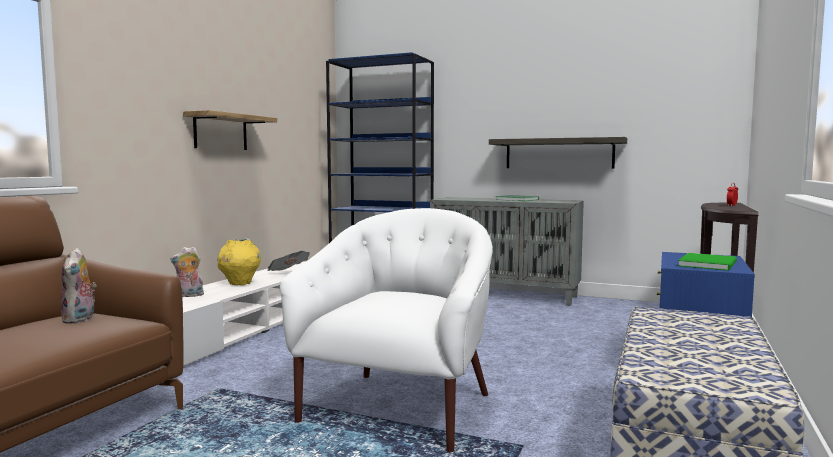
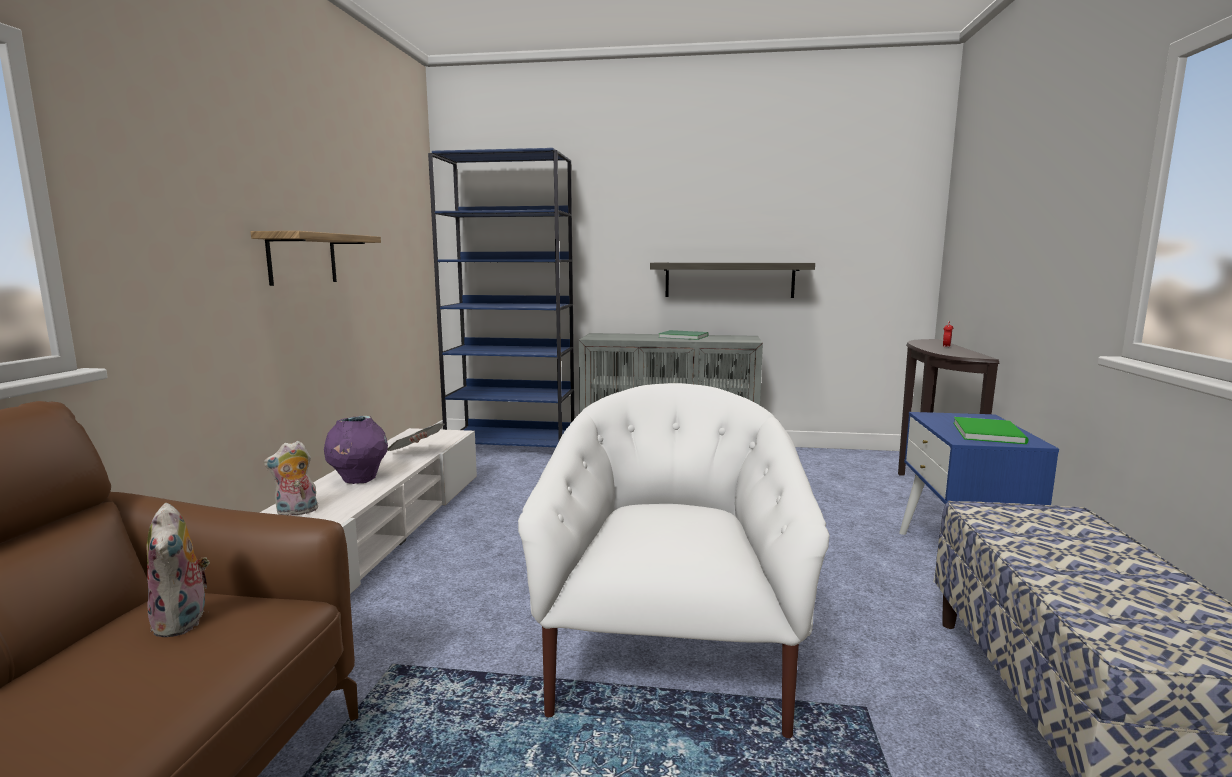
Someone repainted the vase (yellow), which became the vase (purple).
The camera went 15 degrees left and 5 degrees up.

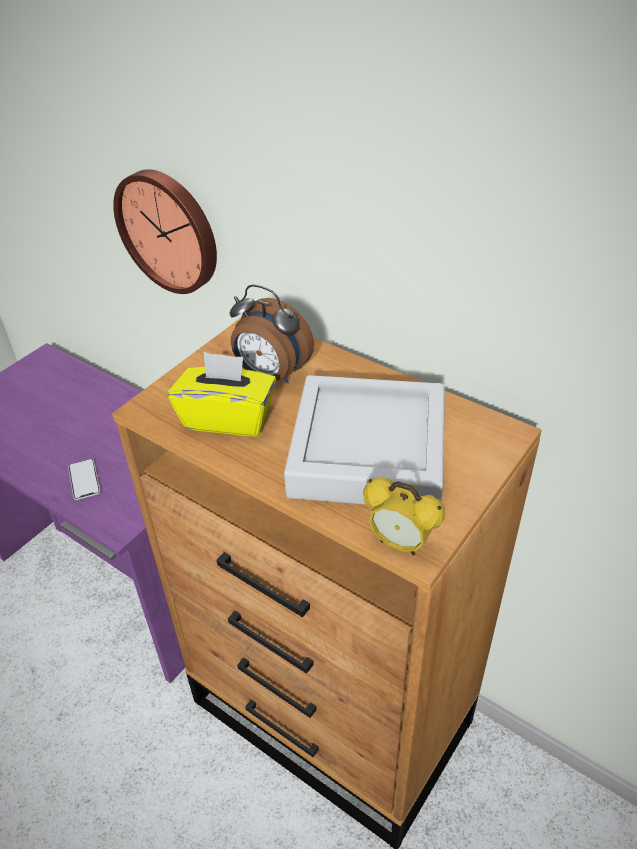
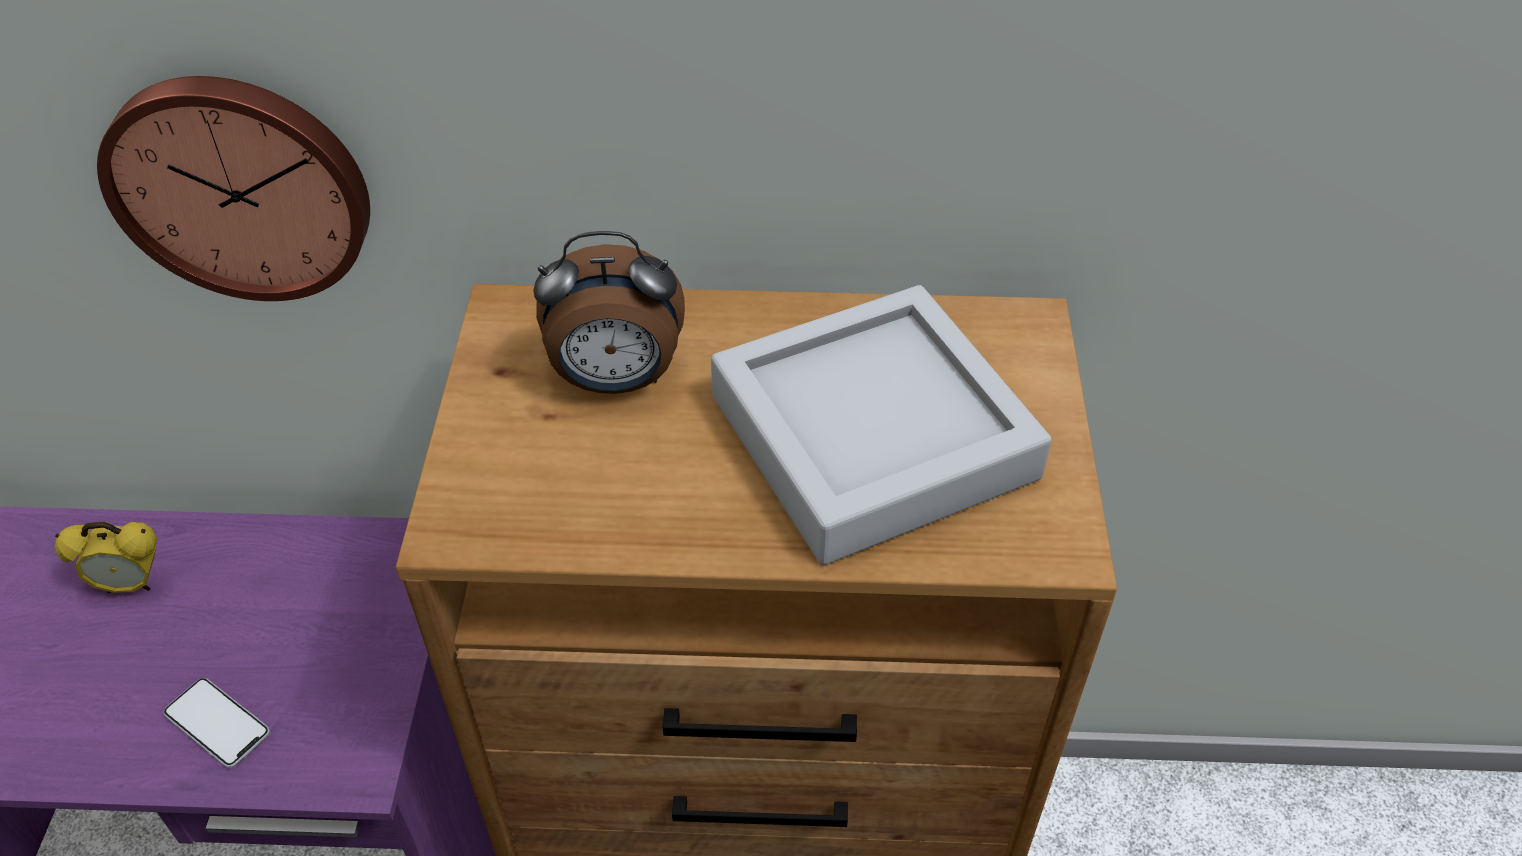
Someone took away the tissue box (yellow).
Someone carried the alarm clock (no. 2 from left in the first image).
The camera went 35 degrees left and 5 degrees up.

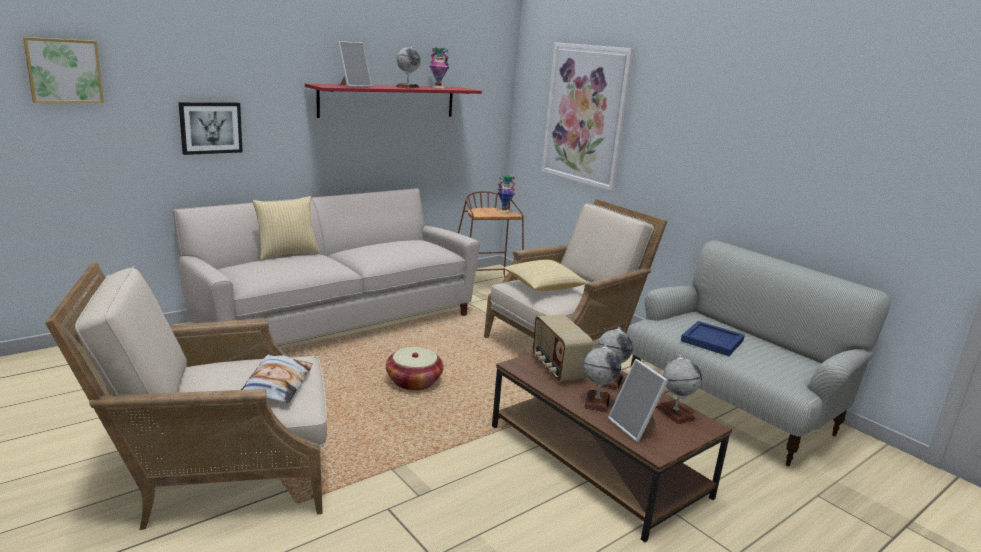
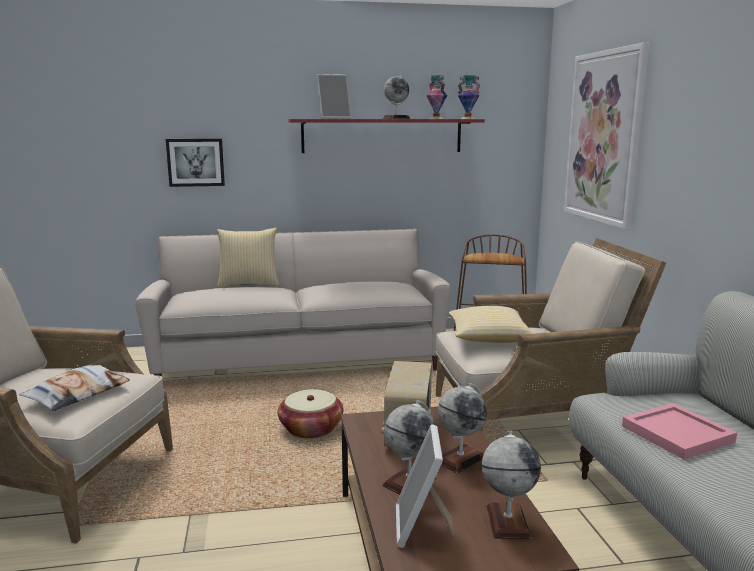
Someone took away the picture (no. 1 from left).
Someone carried the vase (no. 2 from left).
Someone repainted the tray (blue), which became the tray (pink).
The camera went 30 degrees right and 5 degrees down.

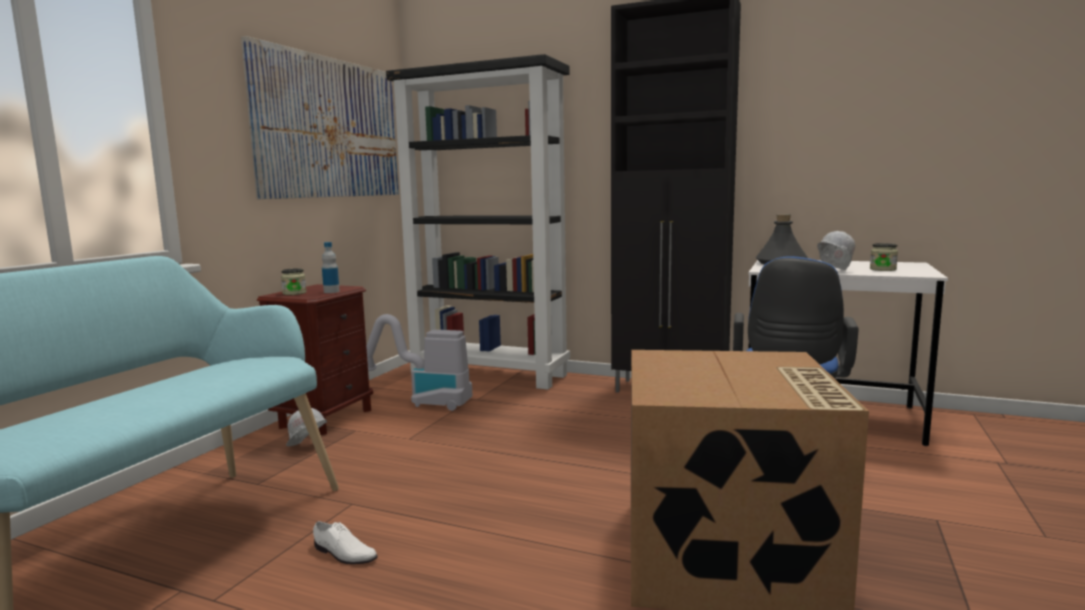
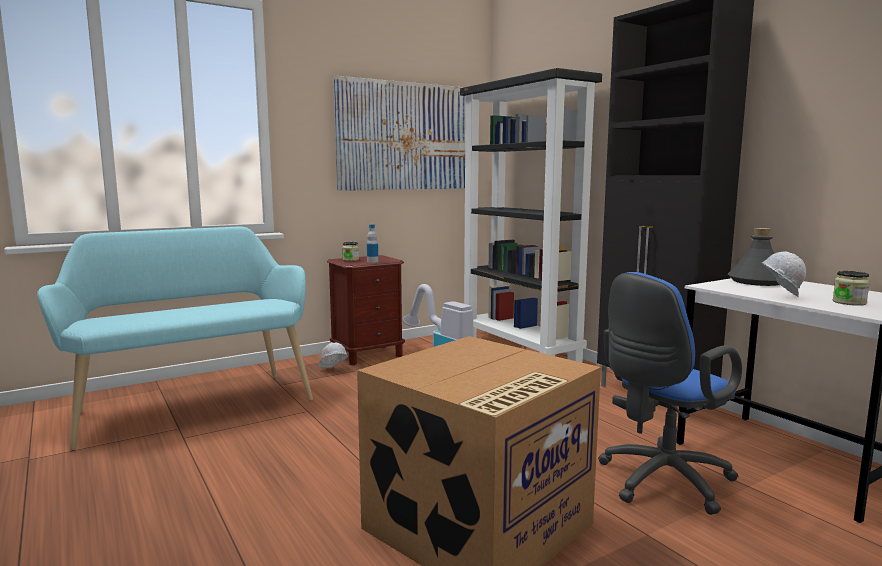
Someone took away the shoe (white).
The camera went 35 degrees right and 0 degrees up.

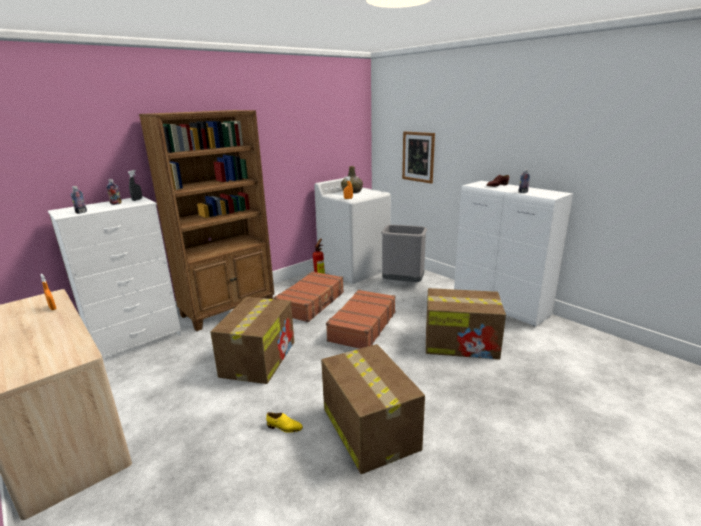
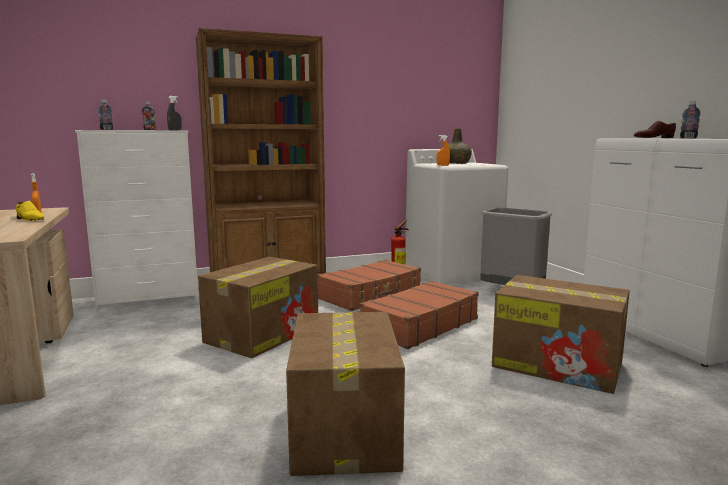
Someone carried the shoe (yellow).
Someone took away the picture.
The camera went 20 degrees right and 10 degrees down.

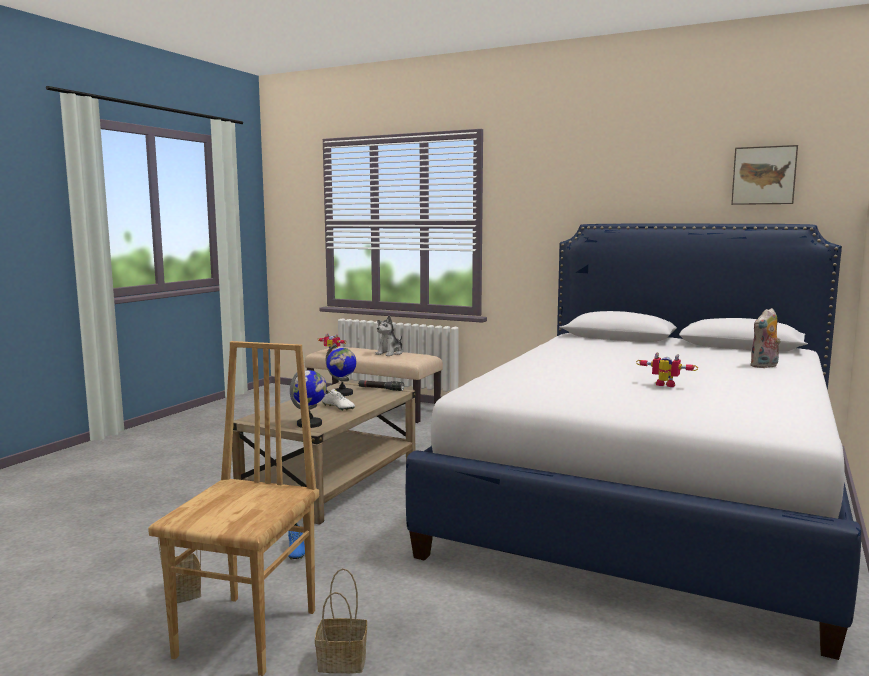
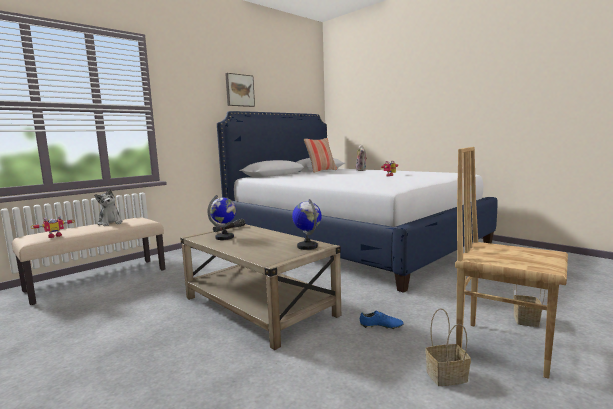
Someone took away the shoe (white).
Someone carried the picture.
Someone put down the pillow.
The camera went 70 degrees left and 0 degrees up.

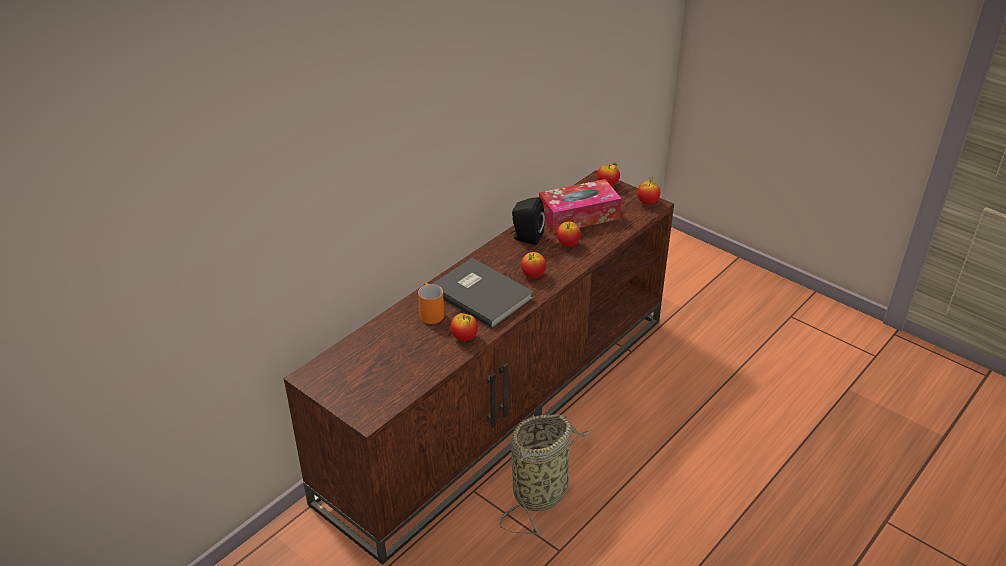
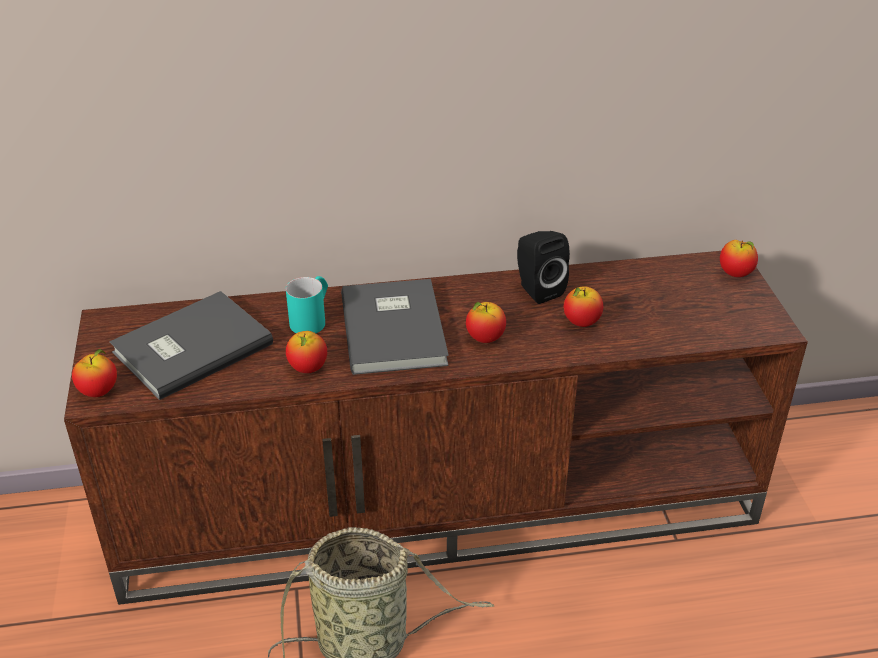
Someone repainted the mug (orange), which became the mug (turquoise).
Someone took away the tissue box.
Someone carried the apple (no. 5 from left in the first image).
Someone put down the book (grey) (no. 1 from left).
The camera went 40 degrees right and 0 degrees up.

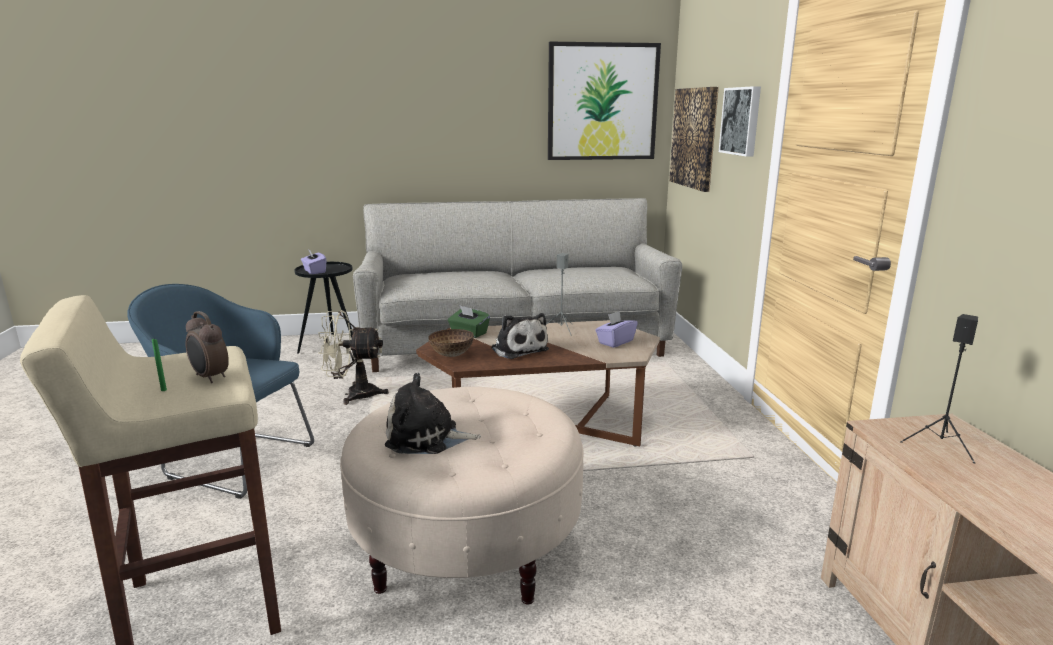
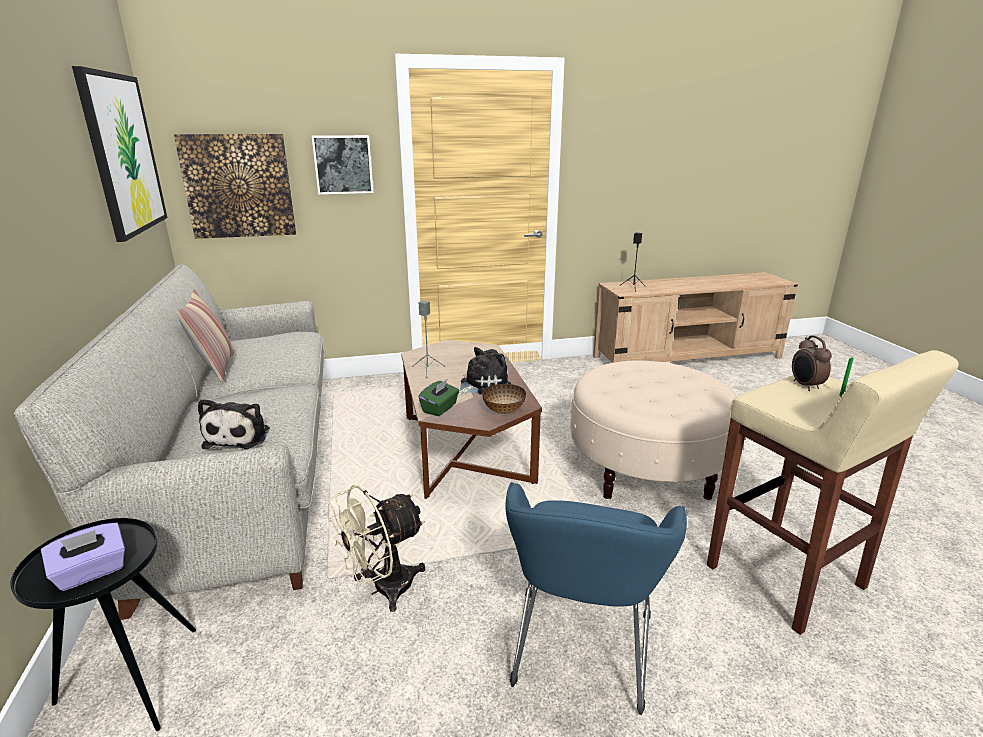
Someone rotated the alarm clock by 135 degrees clockwise.
Someone rotated the fan (beige) by 60 degrees clockwise.
Someone carried the plush toy (no. 1 from left).
Someone took away the tissue box (purple) (no. 2 from left).
Someone put down the pillow.
The camera went 95 degrees left and 5 degrees up.

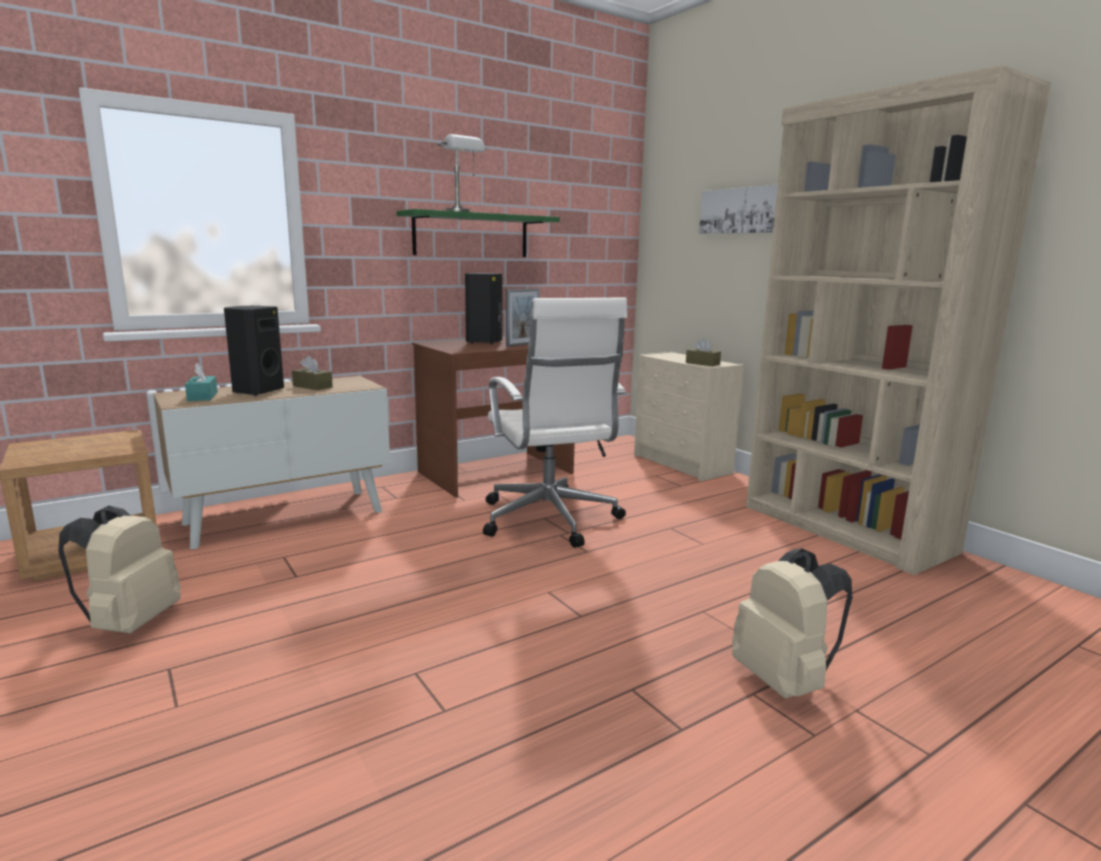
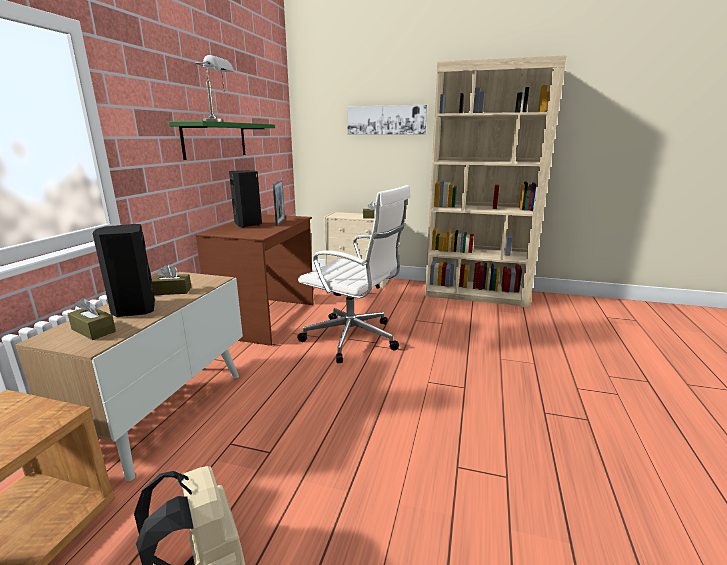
Someone repainted the tissue box (turquoise), which became the tissue box (brown) (no. 1 from left).
Someone took away the backpack (beige) (no. 2 from left).
The camera went 40 degrees left and 5 degrees up.

